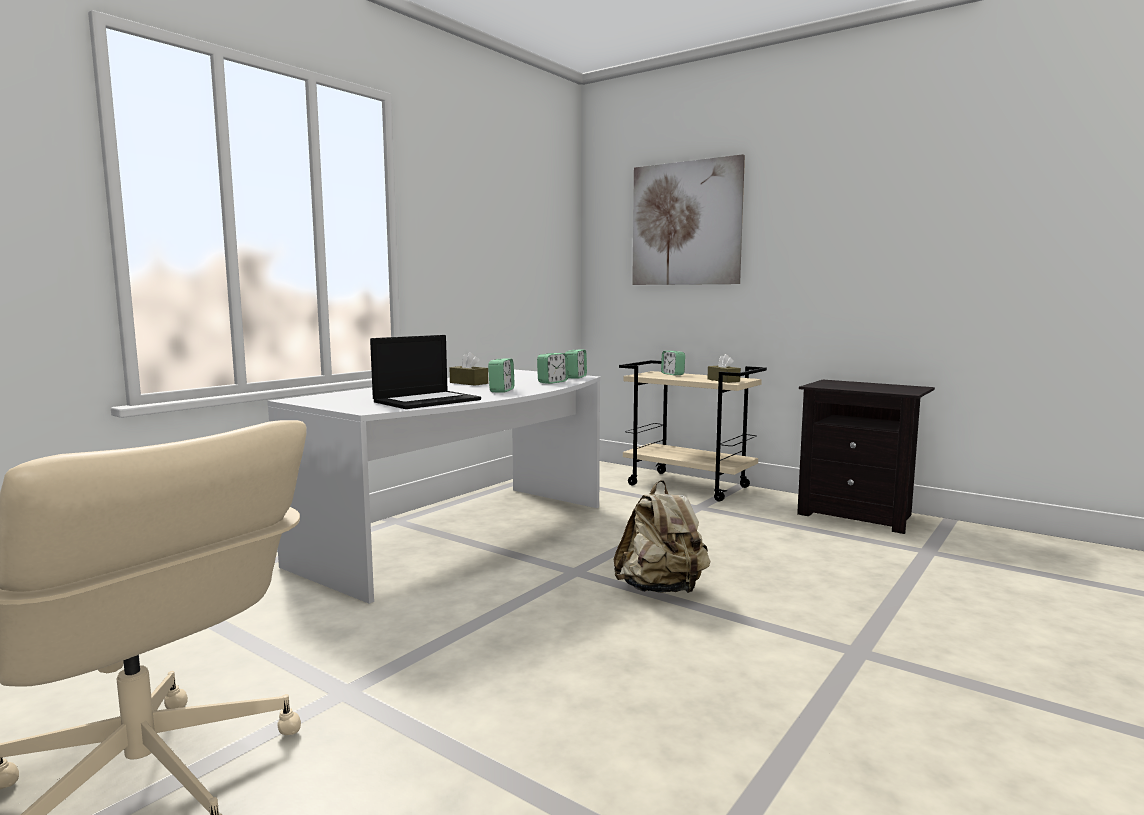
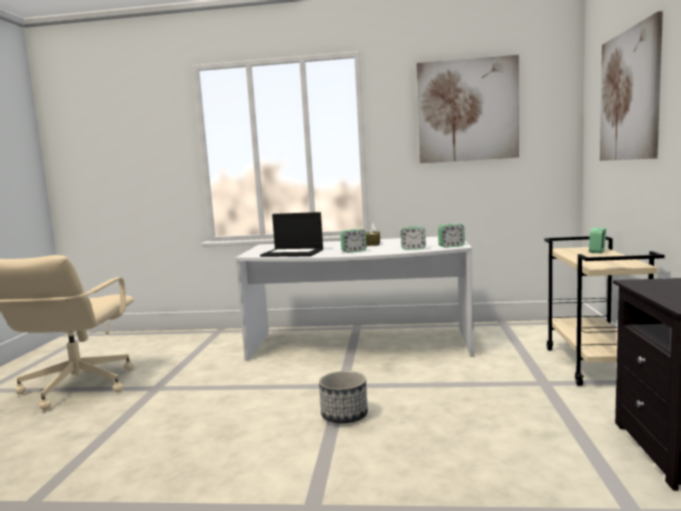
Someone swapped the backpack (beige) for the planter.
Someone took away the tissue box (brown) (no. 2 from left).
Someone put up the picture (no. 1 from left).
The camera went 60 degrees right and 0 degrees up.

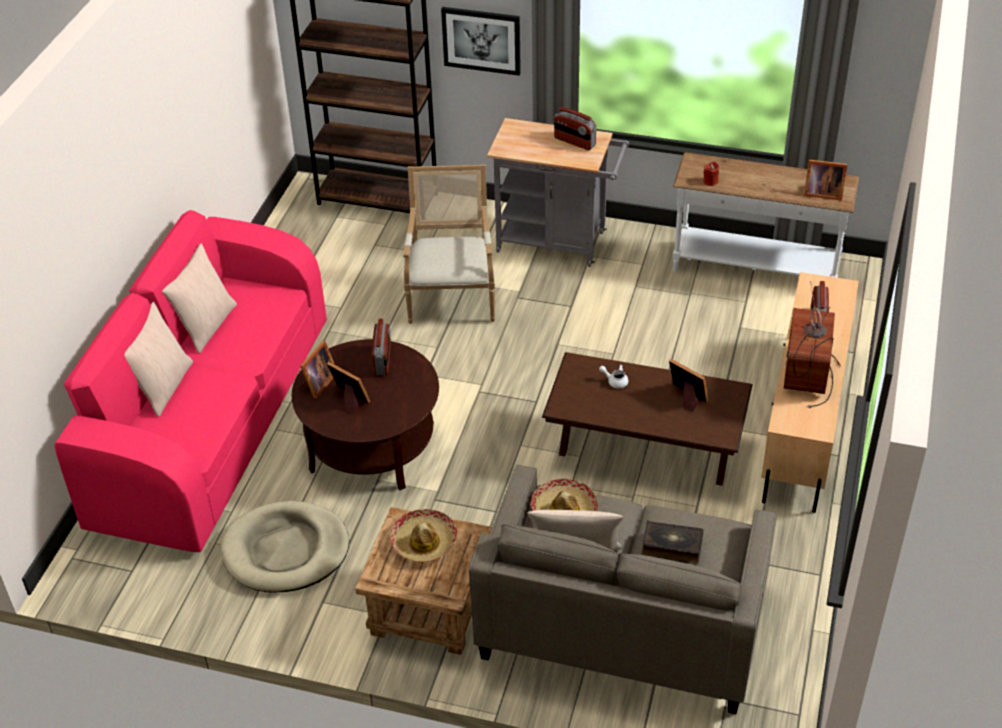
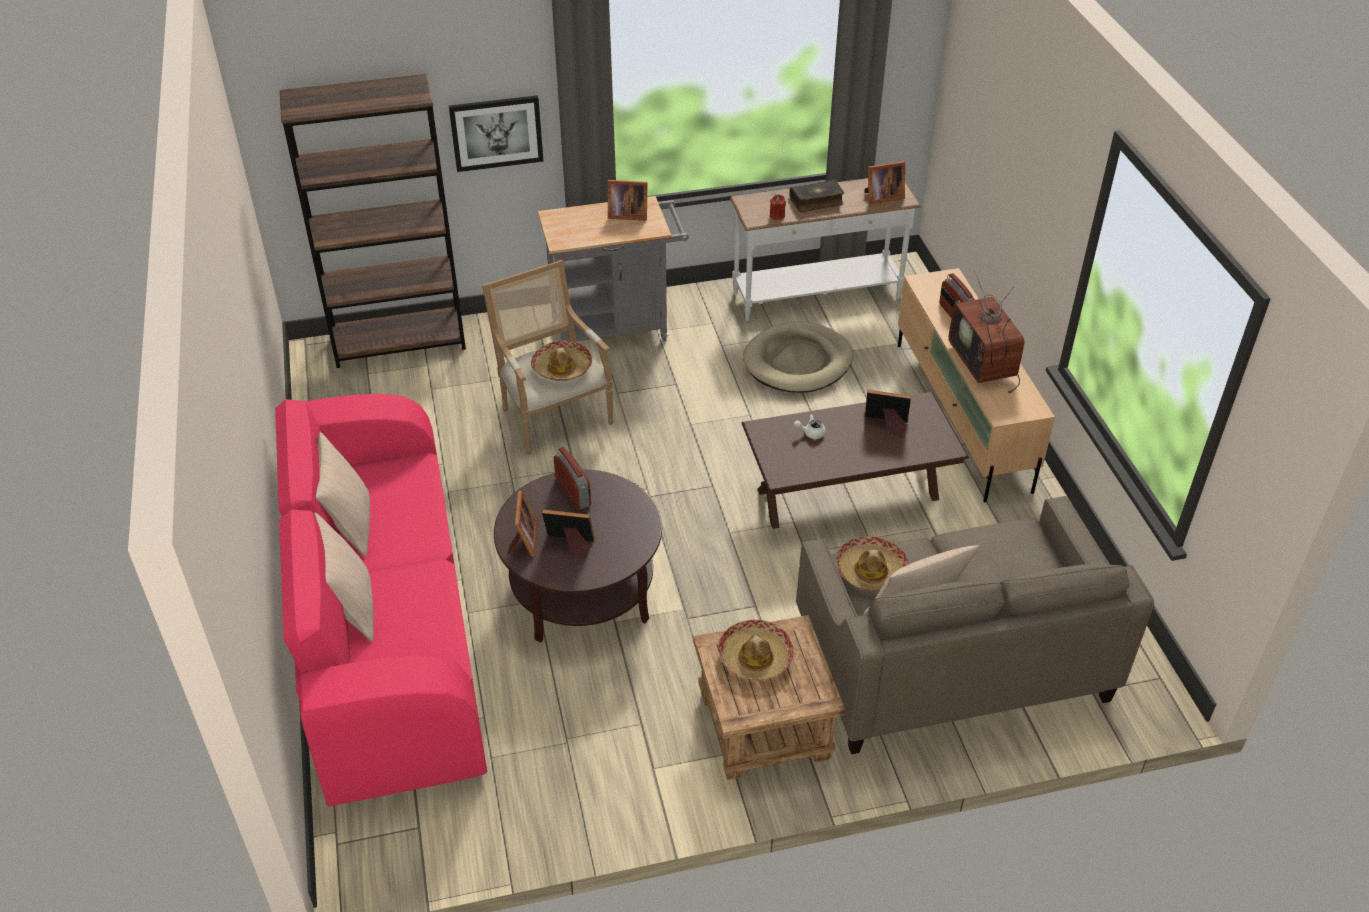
Someone carried the dog bed (beige).
Someone swapped the radio (no. 2 from left) for the picture frame (no. 3 from left).
Someone carried the book.
Someone put down the hat (no. 1 from left).
The camera went 30 degrees left and 0 degrees up.

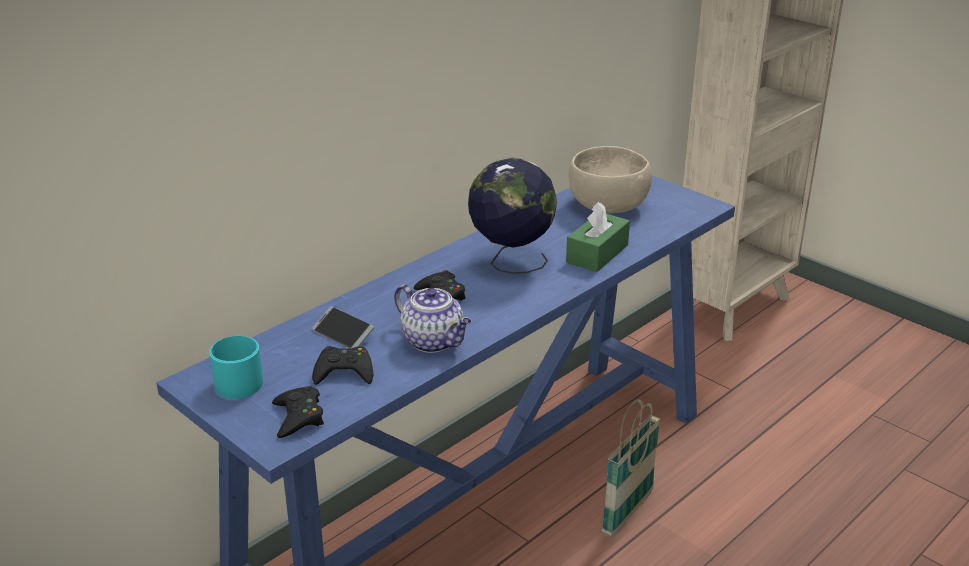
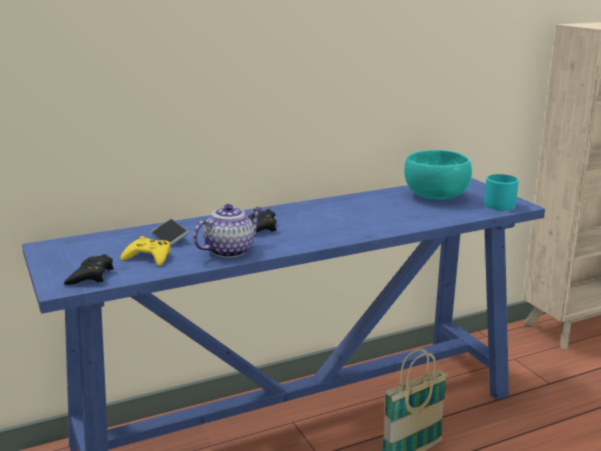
Someone carried the mug (turquoise).
Someone repainted the game controller (black) (no. 2 from left), which became the game controller (yellow).
Someone rotated the teapot by 105 degrees counterclockwise.
Someone took away the globe.
Someone took away the tissue box (green).
Someone repainted the bowl (beige), which became the bowl (turquoise).
The camera went 20 degrees right and 10 degrees down.

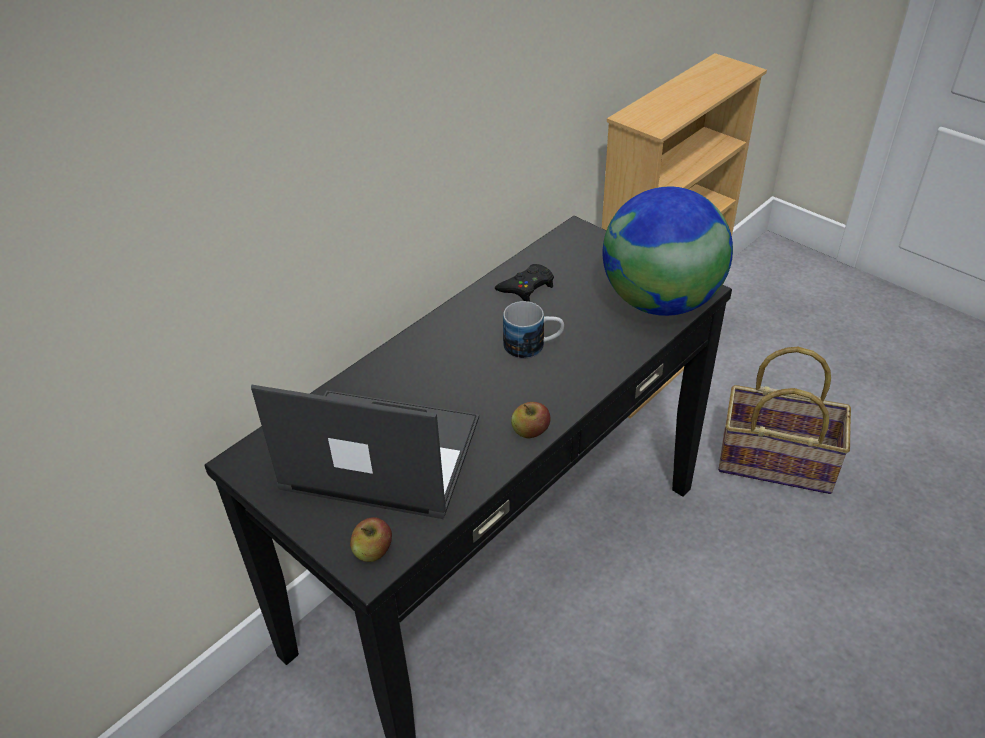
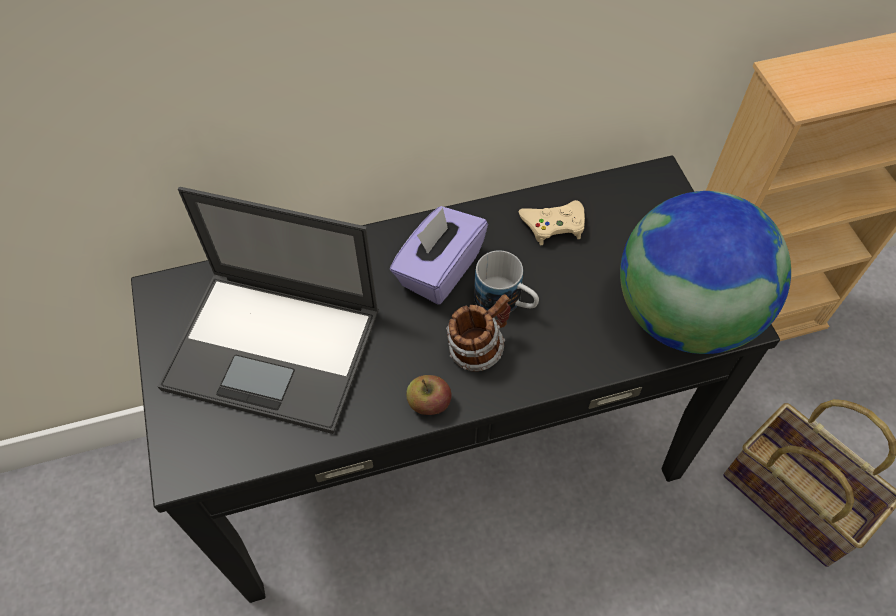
Someone rotated the laptop by 150 degrees clockwise.
Someone took away the apple (no. 1 from left).
Someone repainted the game controller (black), which became the game controller (beige).
Someone put down the tissue box (purple).
Someone put down the mug (no. 1 from left).
The camera went 30 degrees right and 15 degrees up.

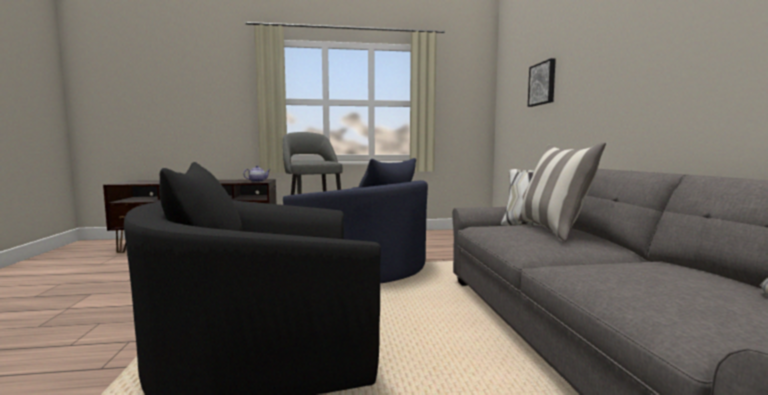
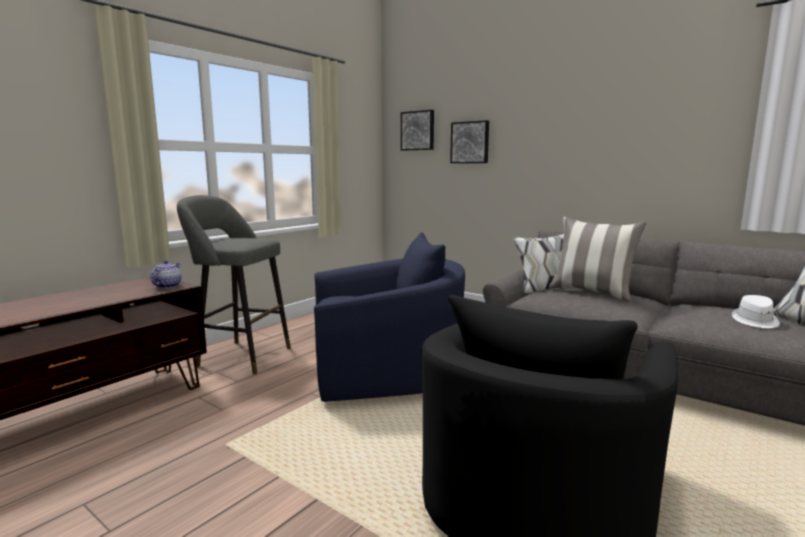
Someone put up the picture (no. 1 from left).
Someone put down the hat (white).
The camera went 45 degrees left and 5 degrees up.

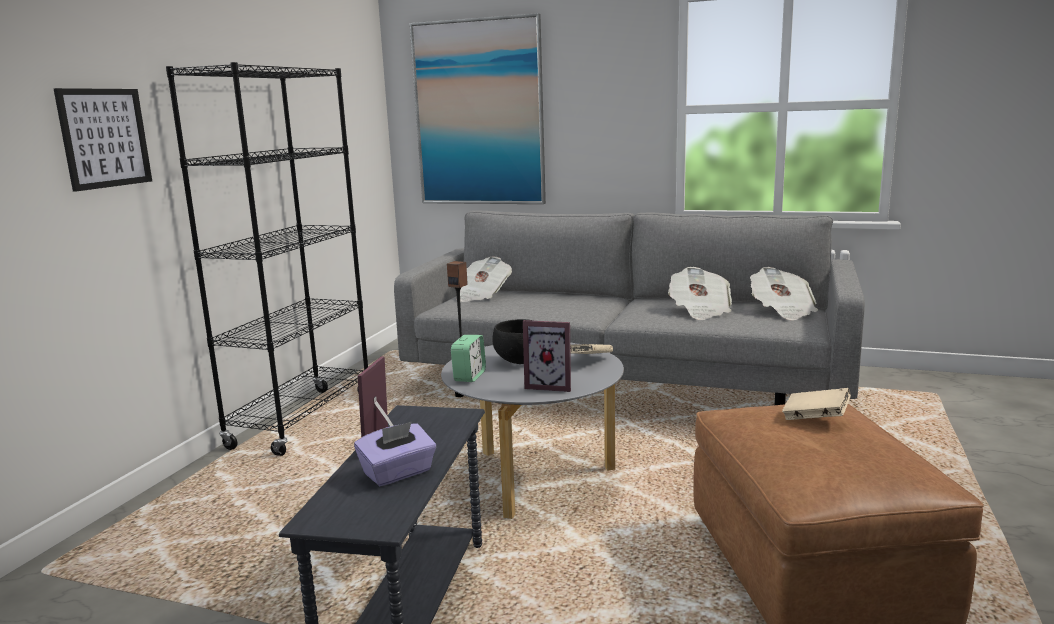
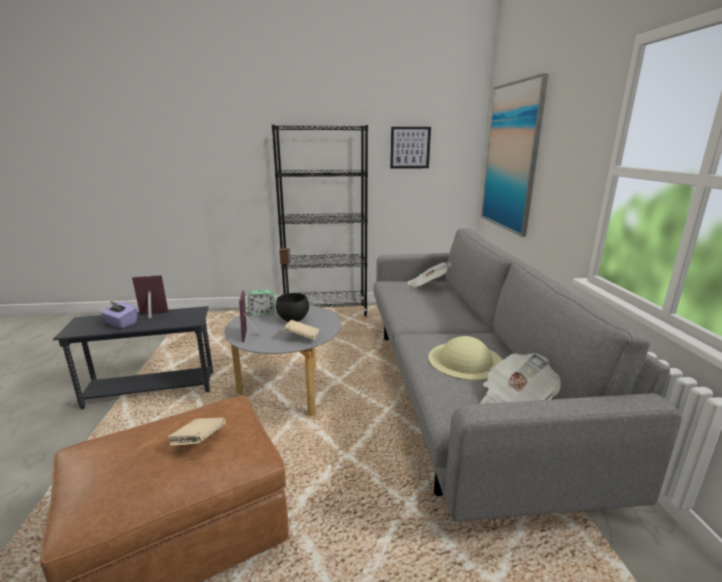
Someone carried the picture (no. 1 from left).
Someone swapped the newspaper (no. 2 from left) for the hat (beige).
The camera went 65 degrees right and 5 degrees up.

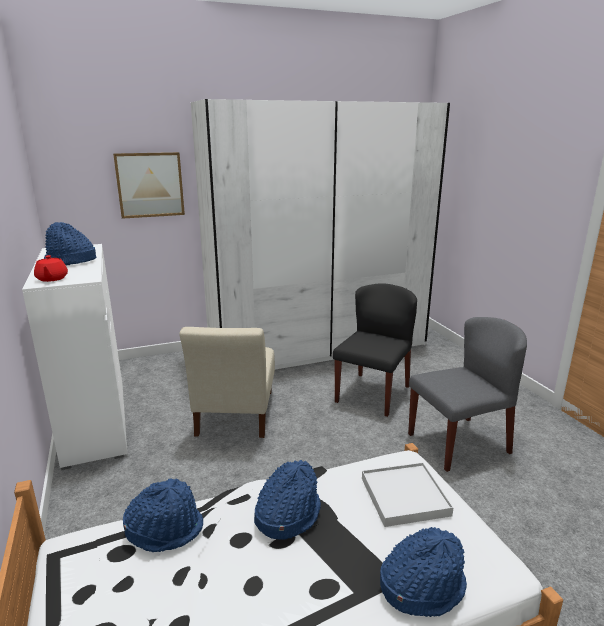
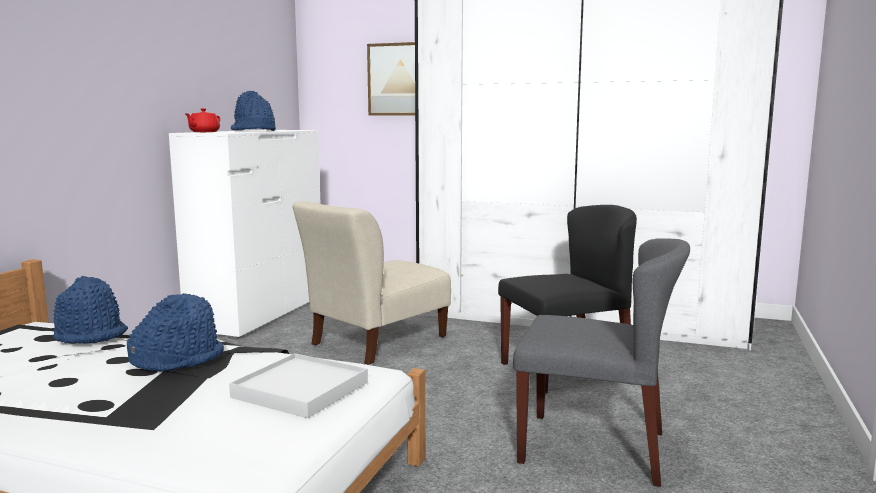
Someone took away the hat (blue) (no. 4 from left).
The camera went 40 degrees right and 10 degrees down.

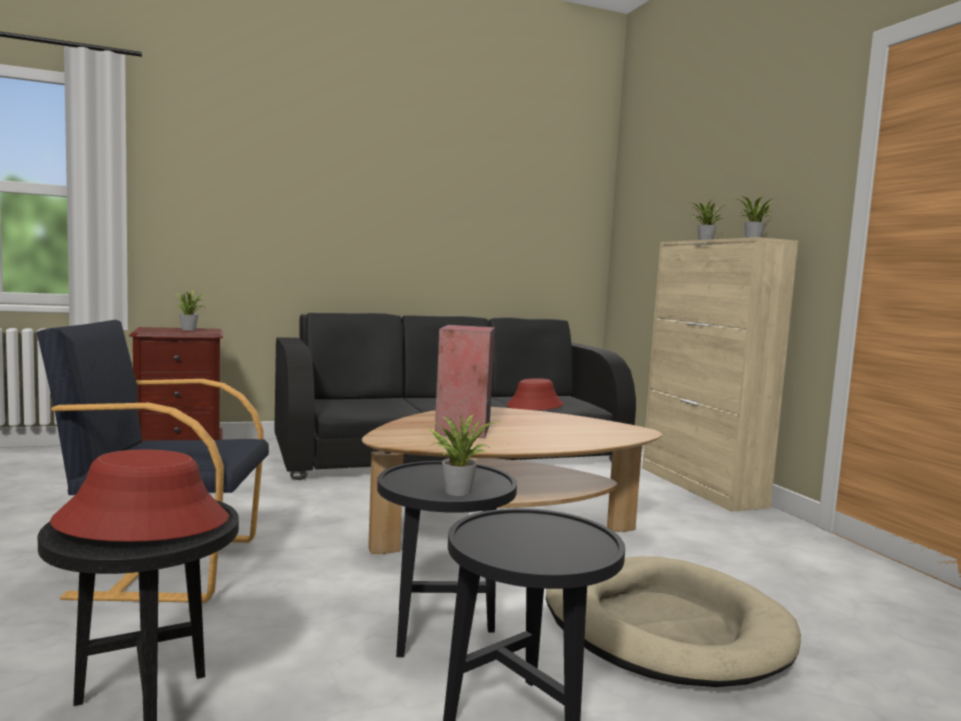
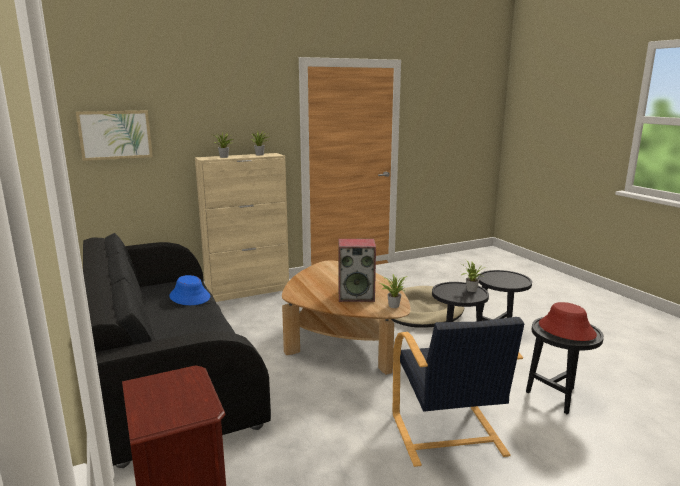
Someone carried the potted plant (no. 1 from left in the first image).
Someone repainted the hat (red) (no. 2 from left), which became the hat (blue).
Someone put up the picture.
The camera went 95 degrees left and 10 degrees up.

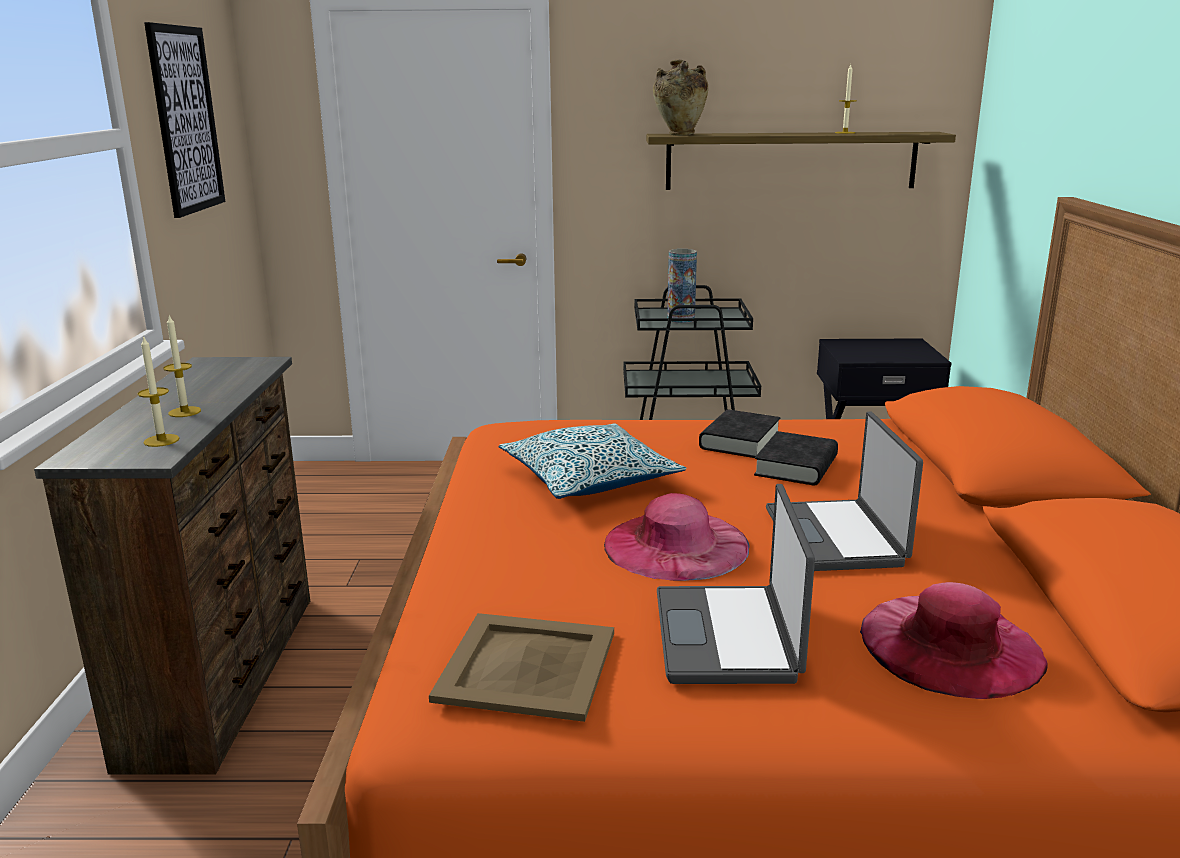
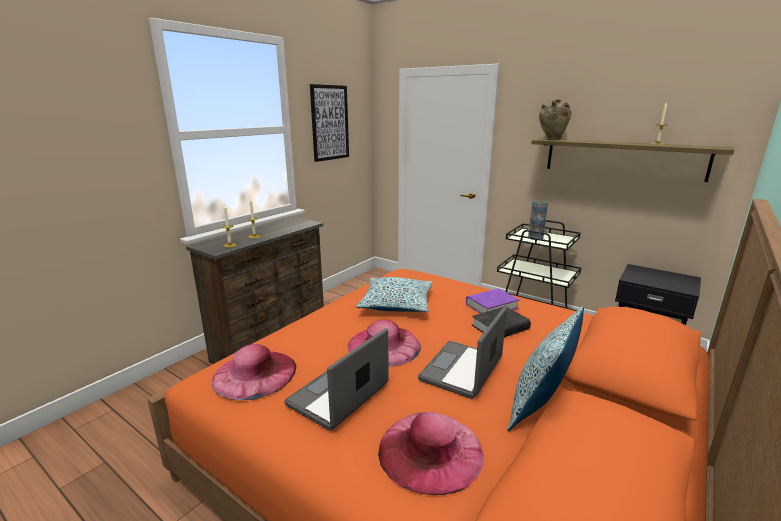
Someone swapped the tray (beige) for the hat (pink) (no. 1 from left).
Someone repainted the book (black) (no. 1 from left), which became the book (purple).
Someone put down the pillow (no. 2 from left).
The camera went 35 degrees right and 0 degrees up.

